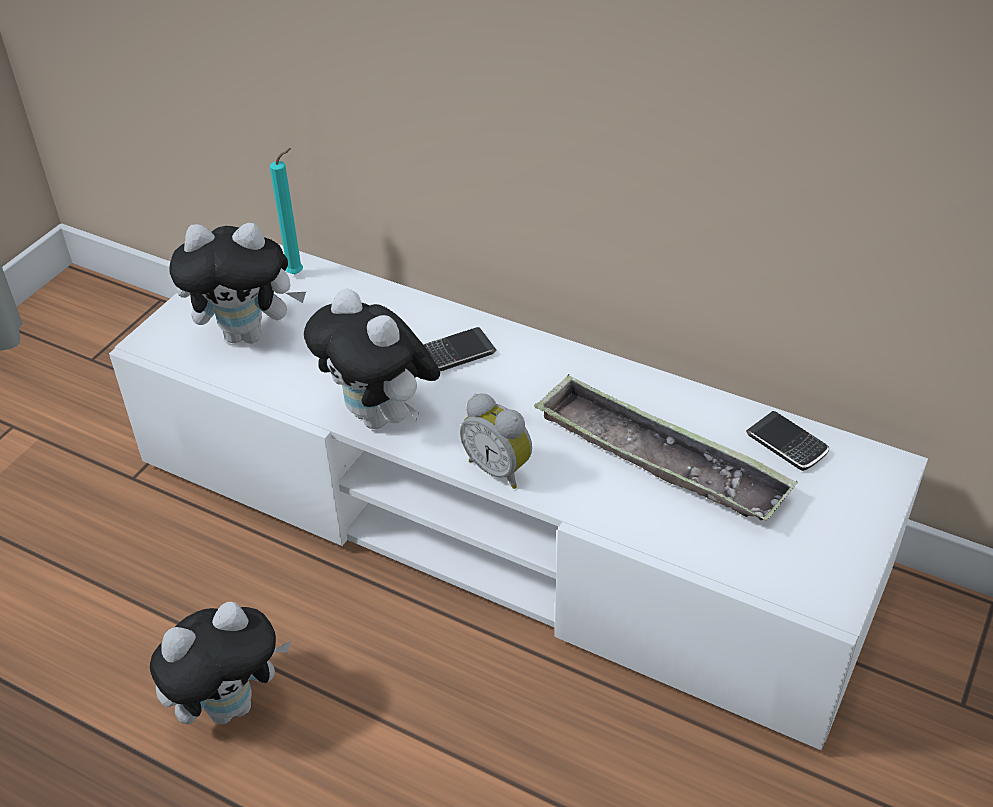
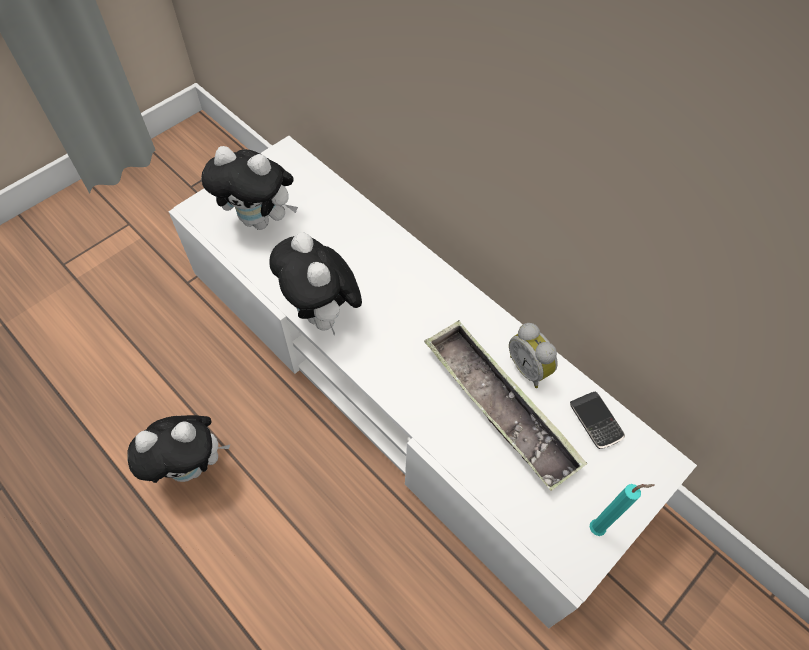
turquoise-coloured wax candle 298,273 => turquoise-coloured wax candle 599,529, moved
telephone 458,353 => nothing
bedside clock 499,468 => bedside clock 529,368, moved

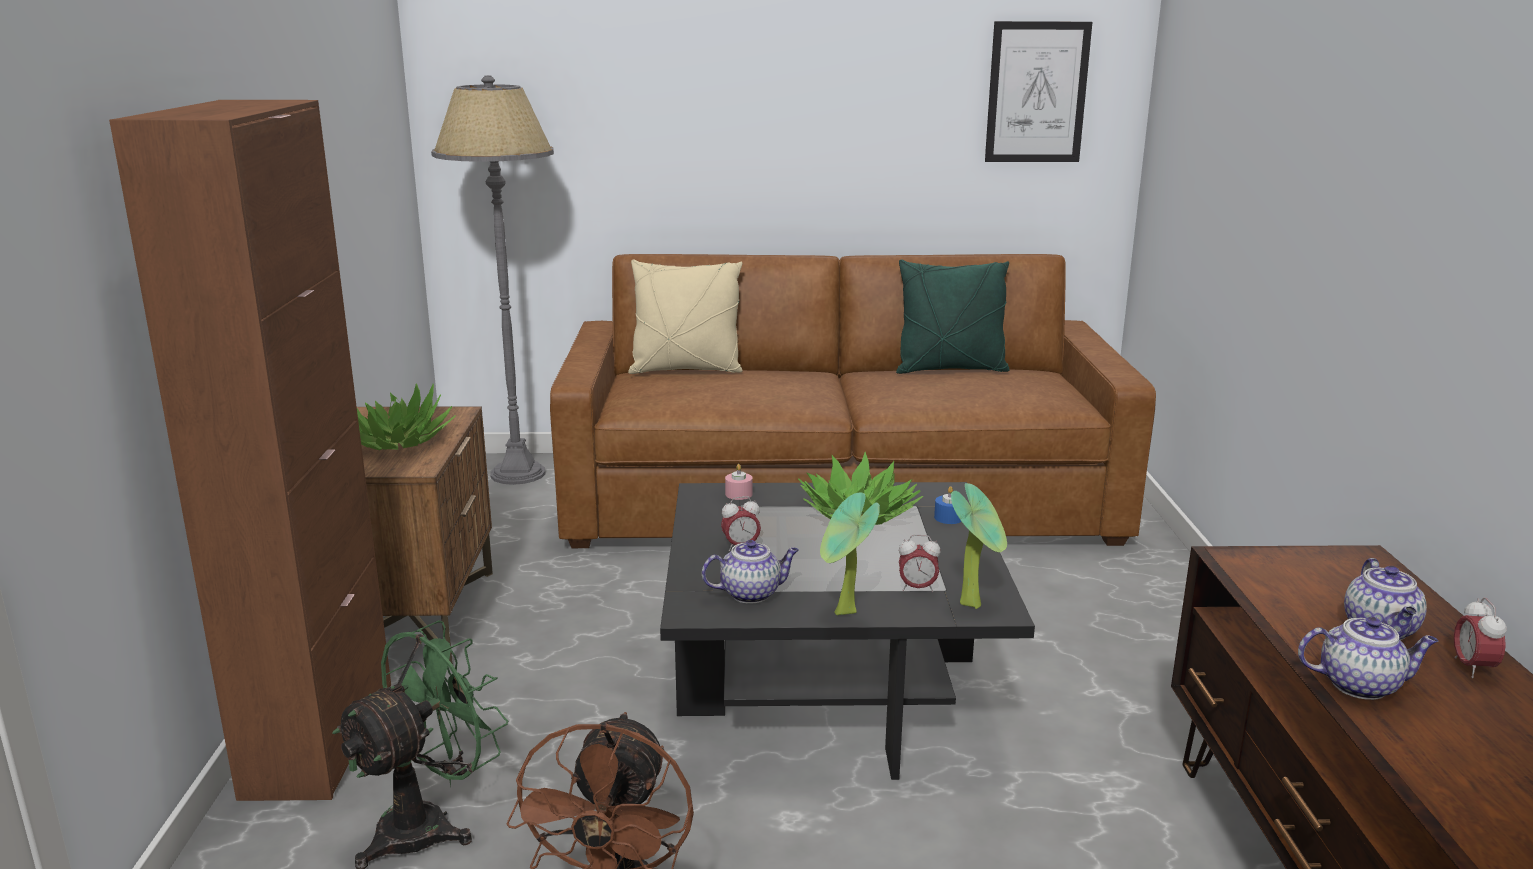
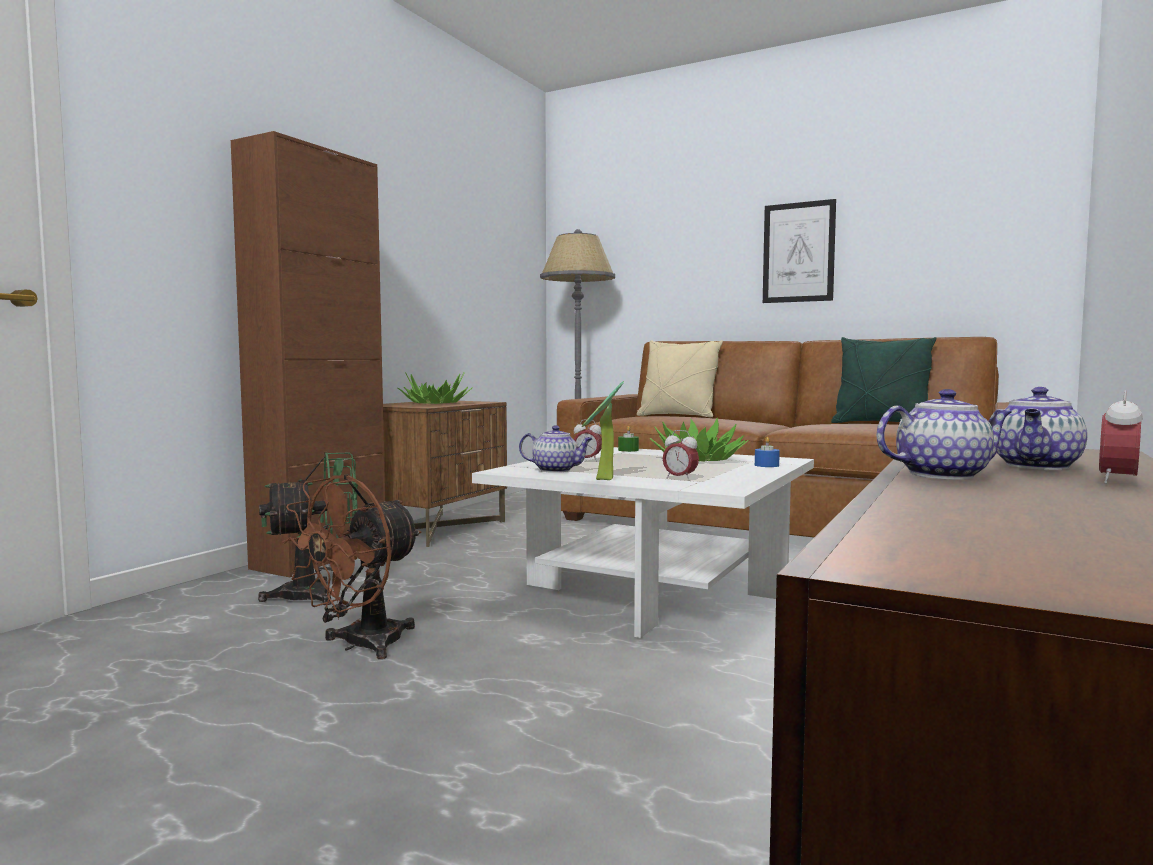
blackish lounge table 830,686 => whitish lounge table 653,591
pink wax candle 738,494 => greenish wax candle 628,450
potted plant 974,603 => nothing
wall picture 1037,92 => wall picture 798,252, moved
pot for tea 1360,685 => pot for tea 943,475, 45 degrees counterclockwise

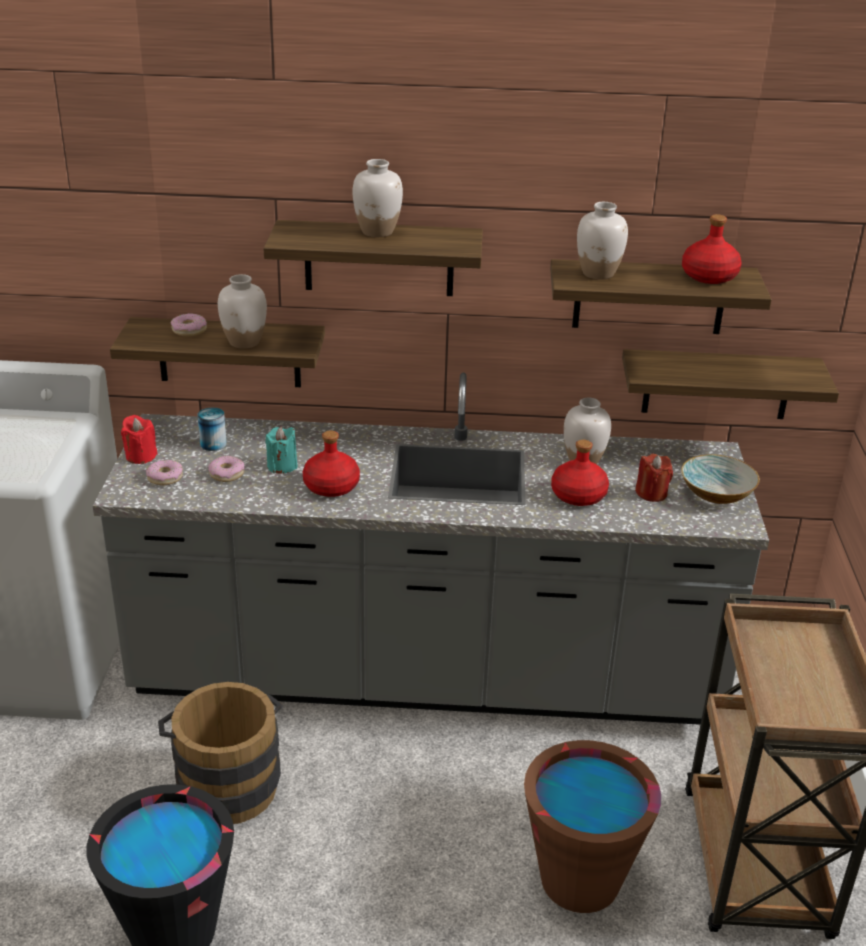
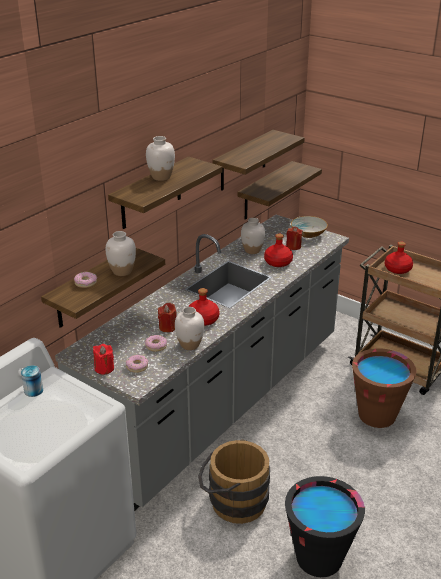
can 213,444 => can 33,390, moved
turquoise-coloured wax candle 282,466 => red wax candle 168,327
whitish flower vase 598,273 => whitish flower vase 190,345, moved
red drink bottle 708,276 => red drink bottle 397,269, moved

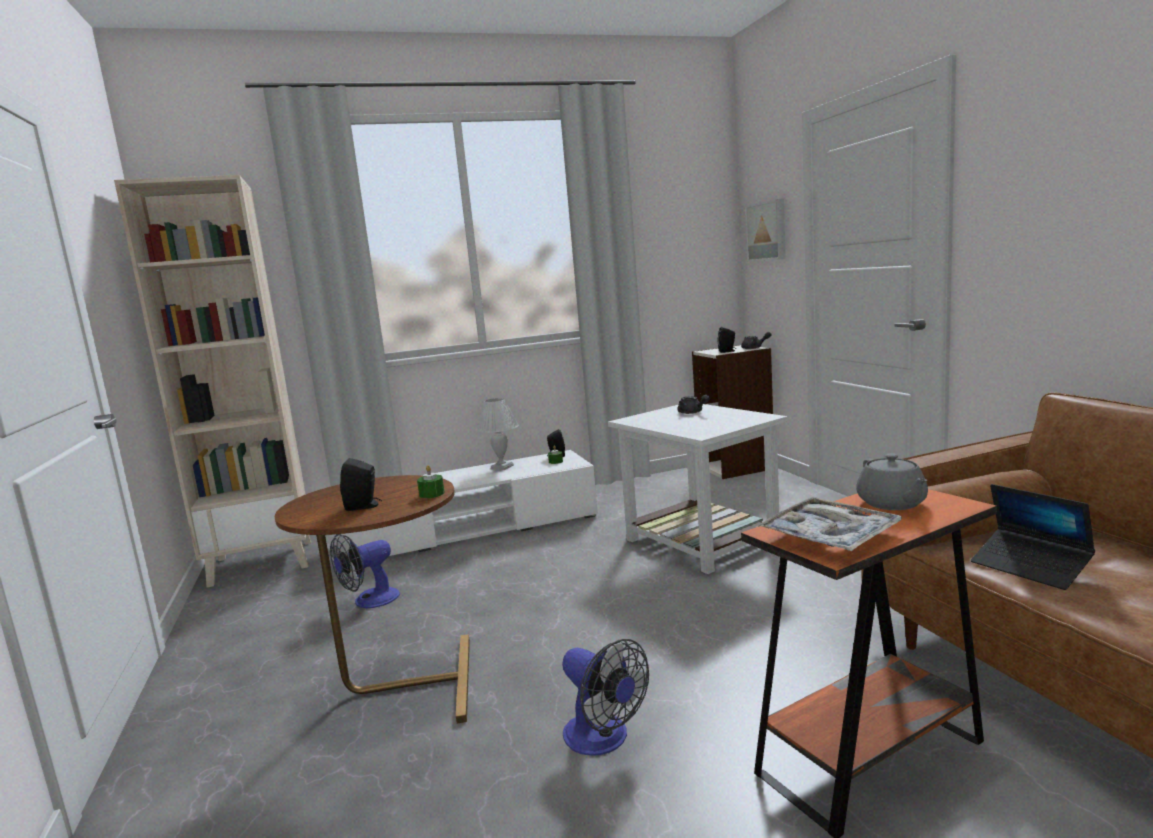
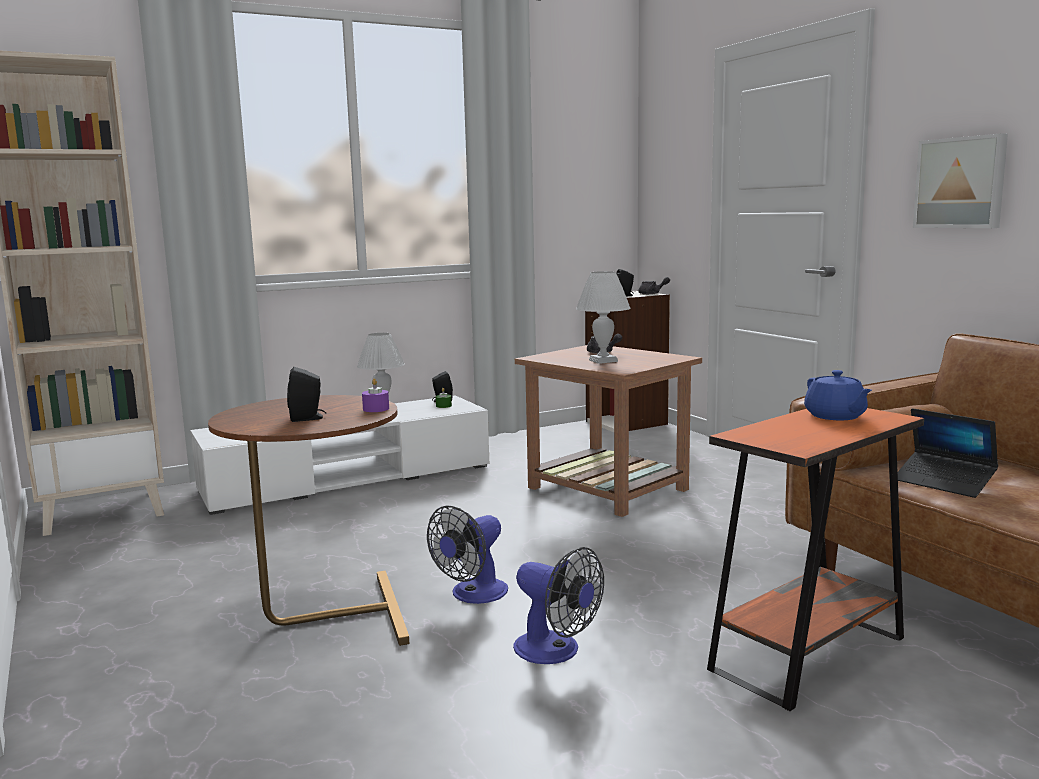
fan 369,601 => fan 473,595, moved
greenish wax candle 431,494 => purplish wax candle 376,409
whitish accent table 702,542 => brown accent table 609,489
wall picture 767,231 => wall picture 961,183, moved
carrying tray 829,536 => nothing
greyish pot for tea 892,504 => blue pot for tea 835,416
nothing => whitish tabletop lamp 603,361

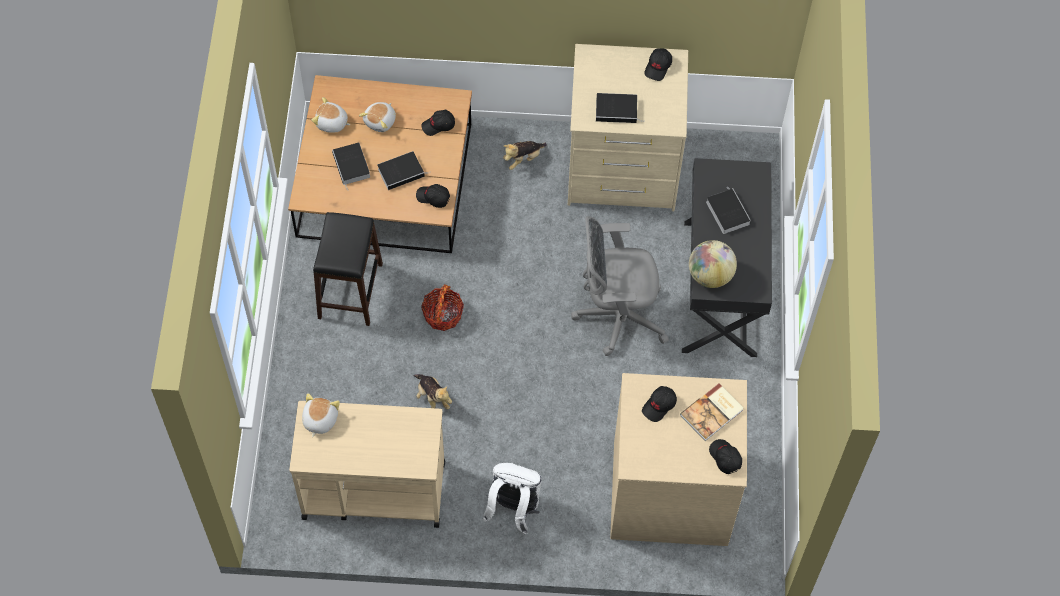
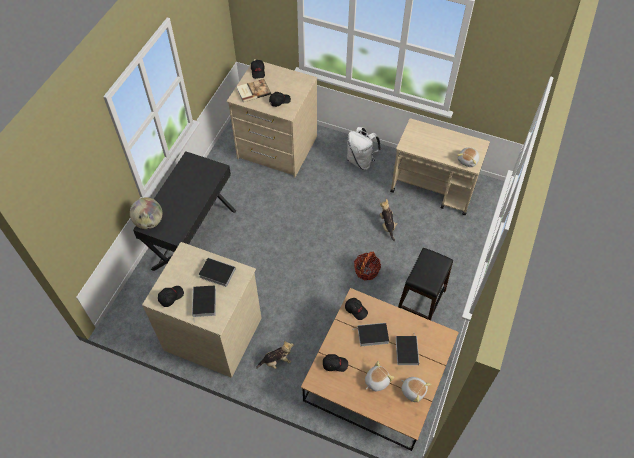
greyish desk chair 616,316 => nothing
world globe 710,275 => world globe 149,222, moved
bound book 726,212 => bound book 204,303, moved

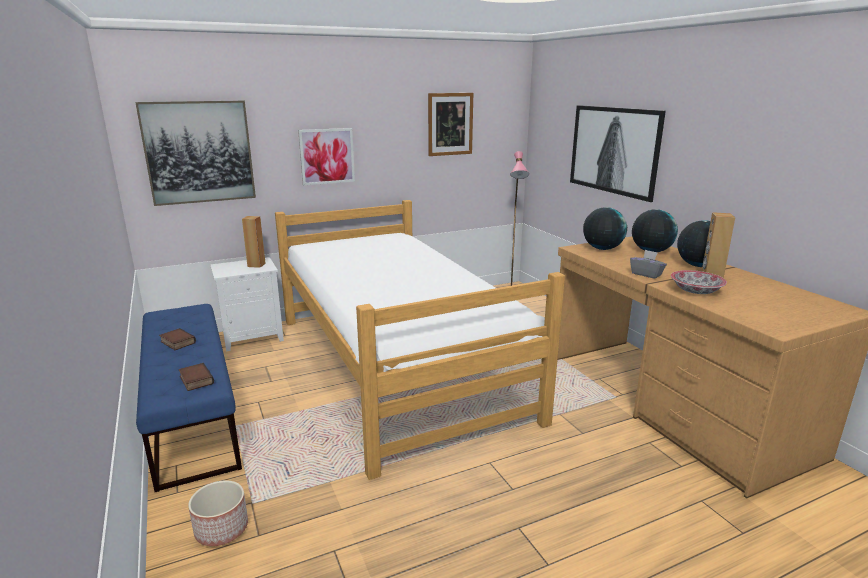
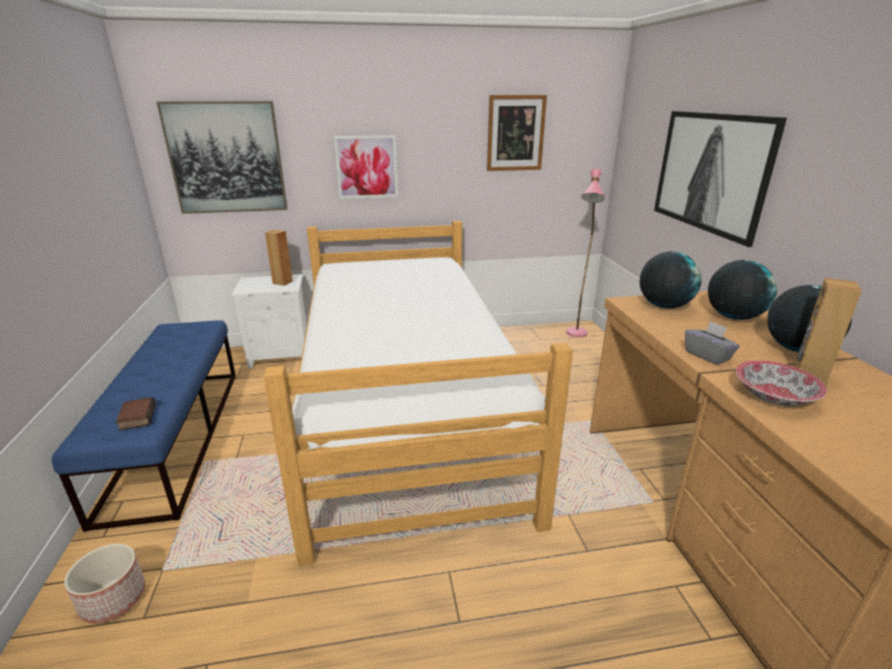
bound book 176,342 => nothing

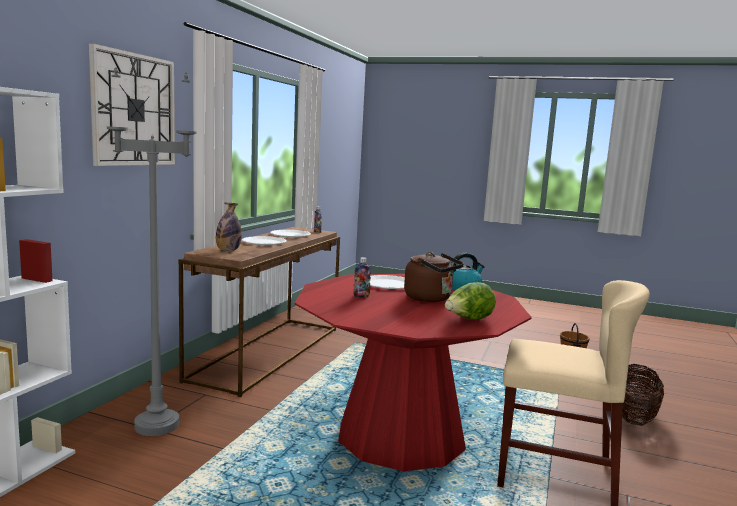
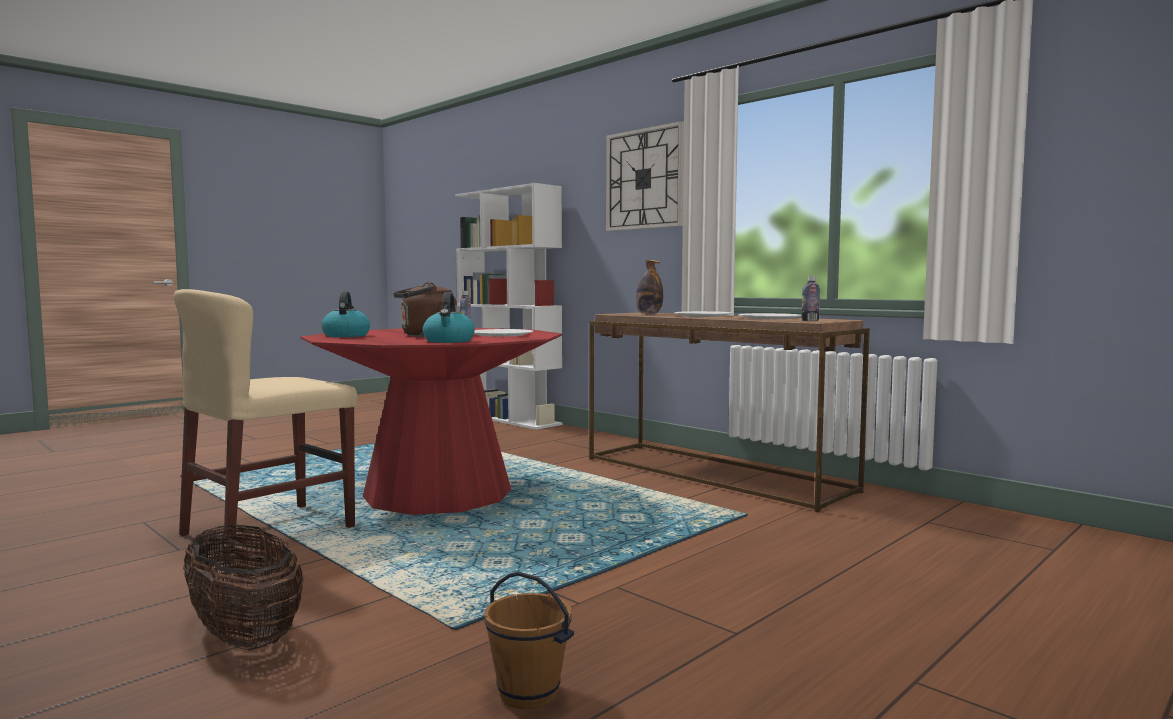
greyish standard lamp 156,425 => nothing
head of lettuce 468,320 => tea kettle 346,335

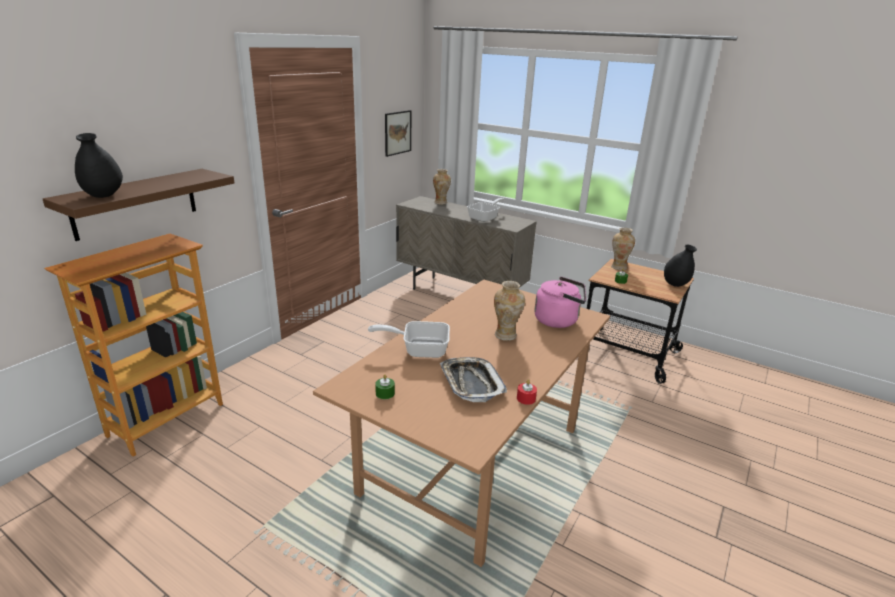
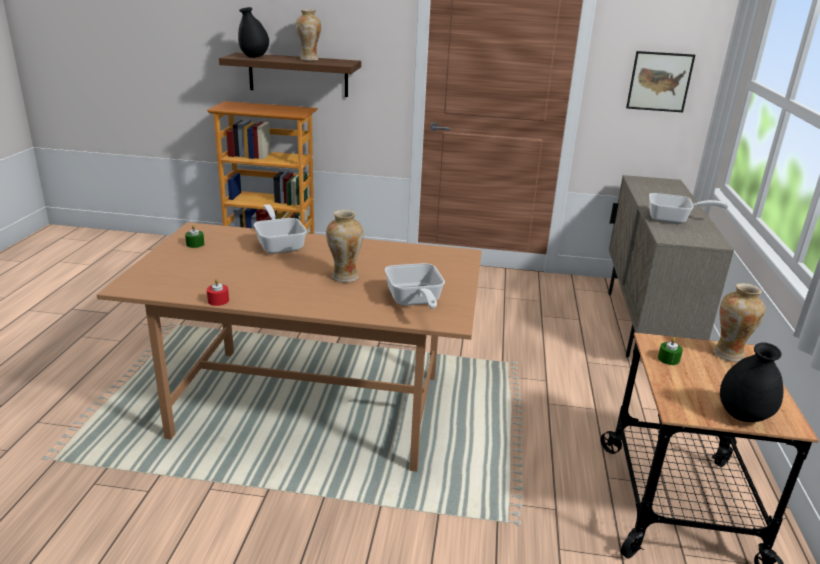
flower vase 441,203 => flower vase 309,59, moved
carrying tray 471,383 => nothing
pink tea kettle 558,320 => pan 414,302

